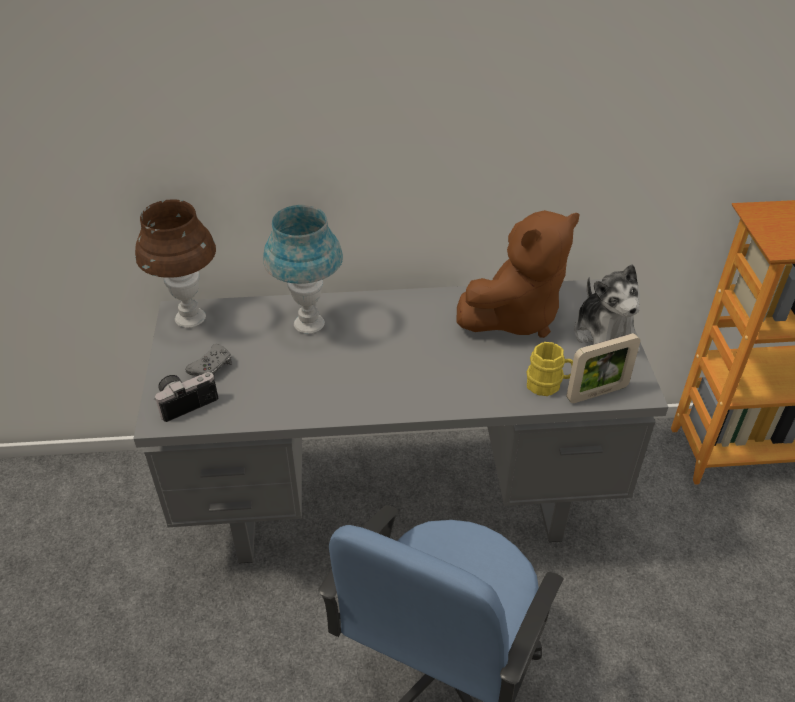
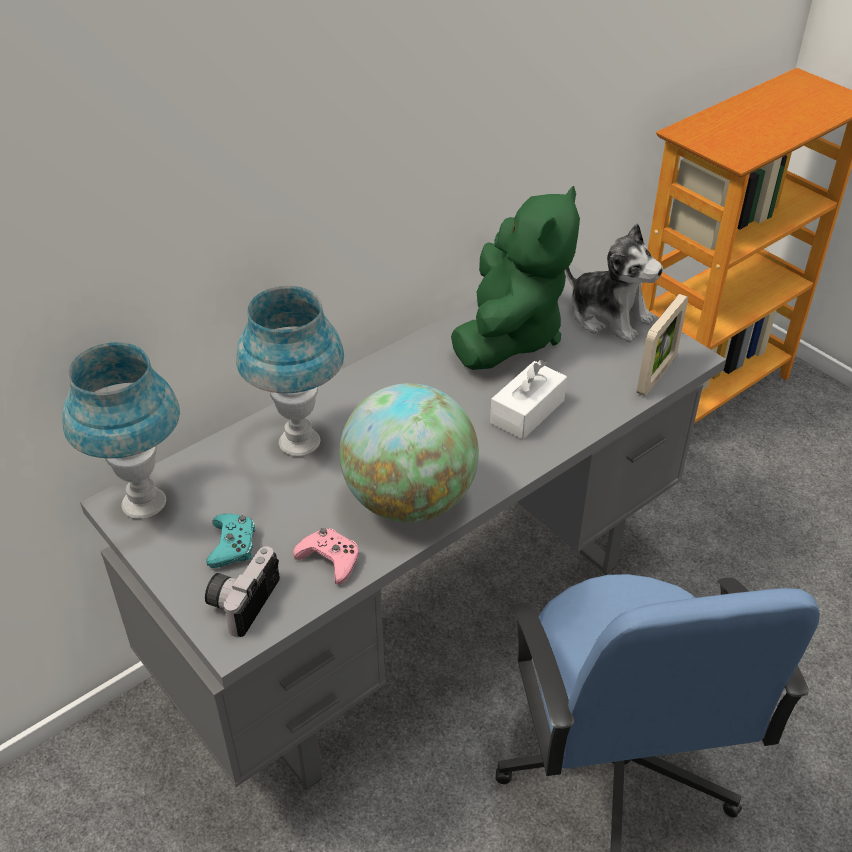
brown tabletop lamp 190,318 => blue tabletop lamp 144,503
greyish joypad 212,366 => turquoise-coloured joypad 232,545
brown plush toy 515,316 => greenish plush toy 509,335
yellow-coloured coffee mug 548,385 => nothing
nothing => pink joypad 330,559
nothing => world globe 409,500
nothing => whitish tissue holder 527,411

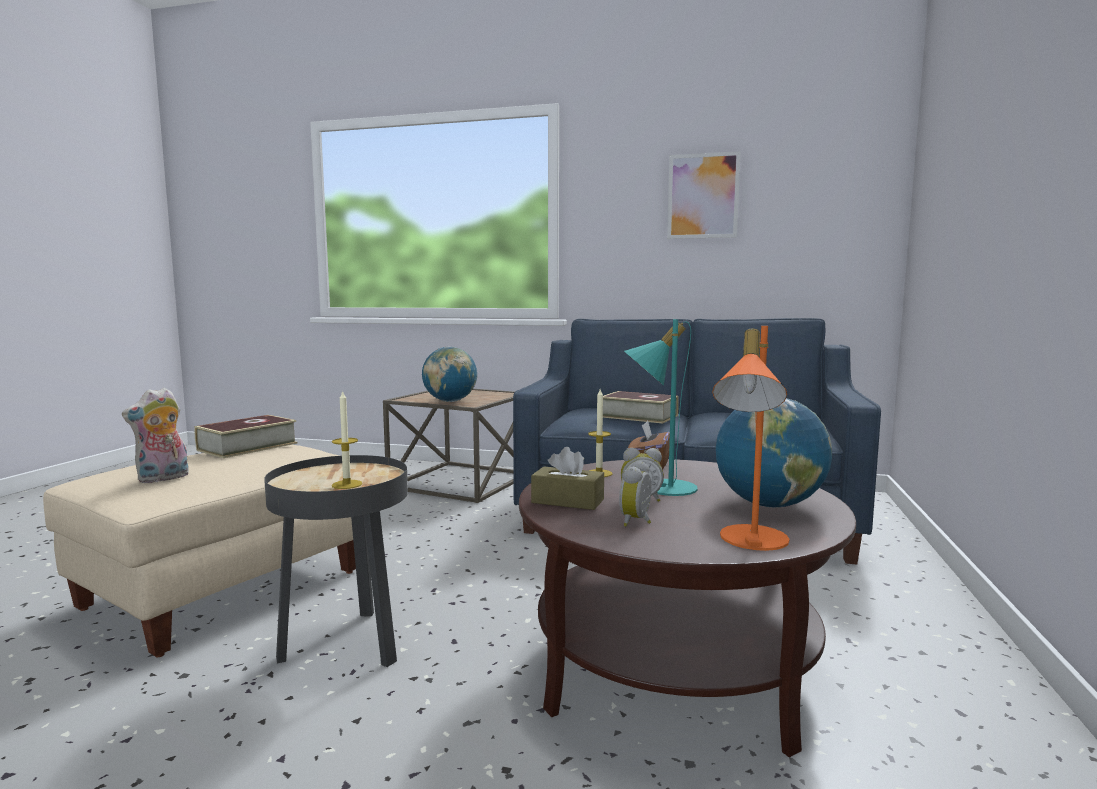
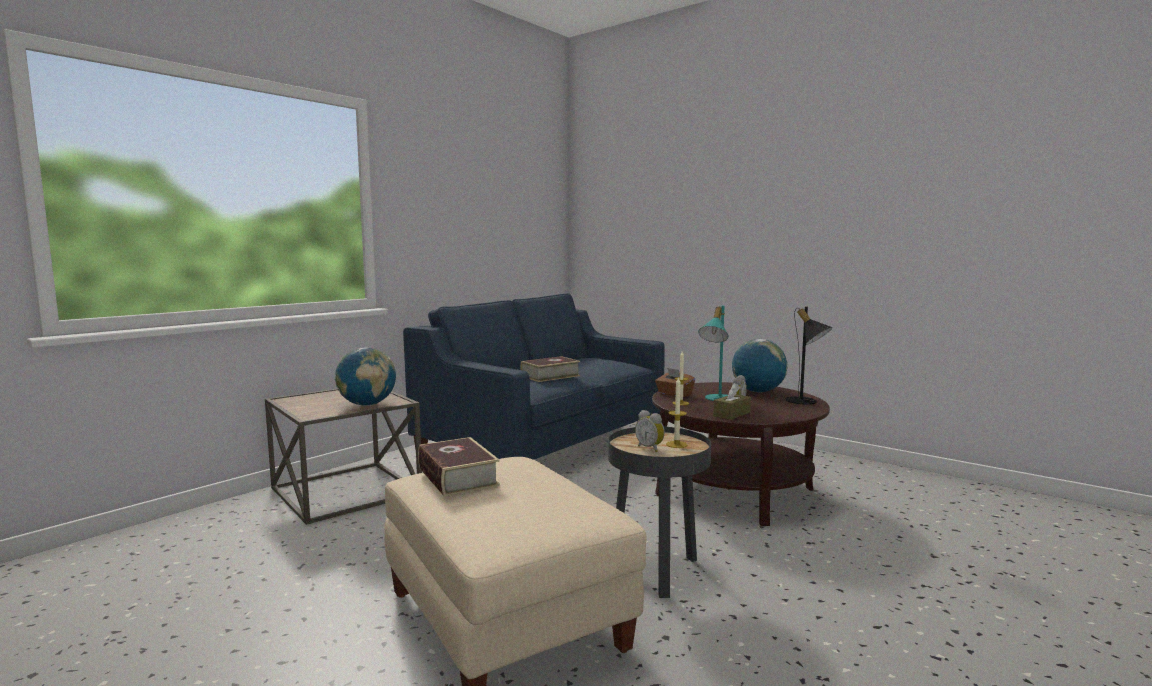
plush toy 163,479 => nothing
bedside clock 638,522 => bedside clock 650,448, moved
wall picture 703,196 => nothing
orange tabletop lamp 749,542 => blackish tabletop lamp 806,402

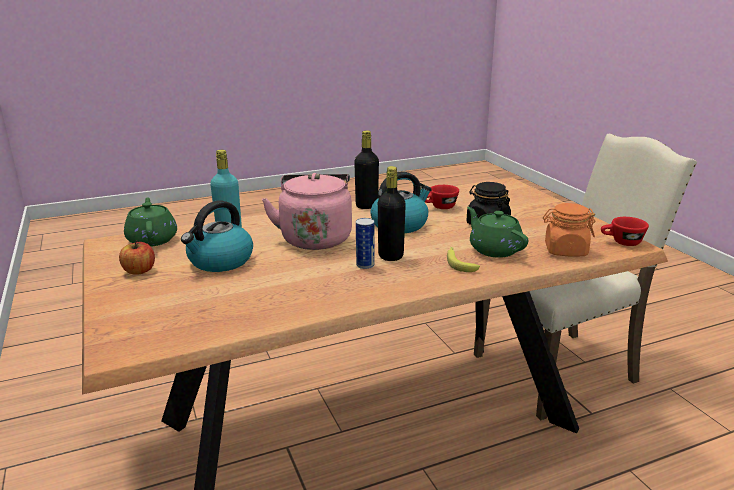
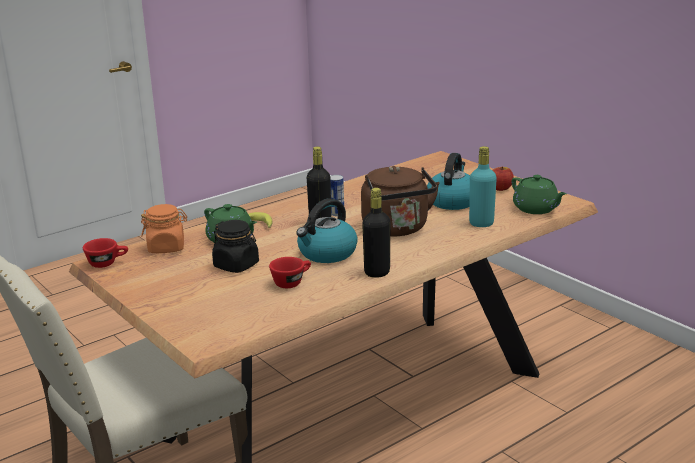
pink tea kettle 315,238 => brown tea kettle 397,229

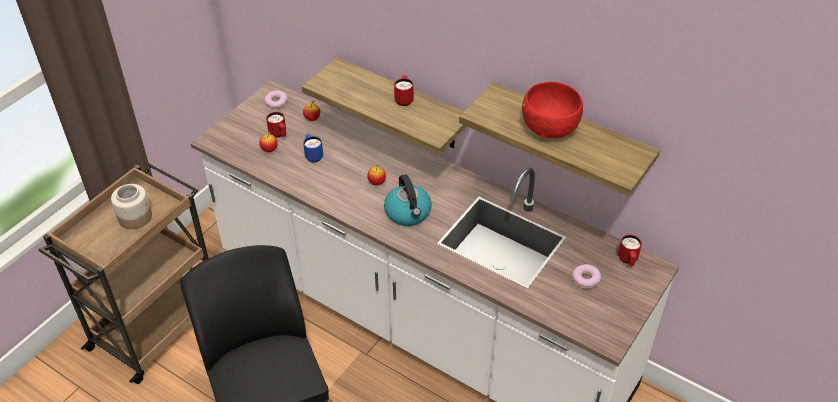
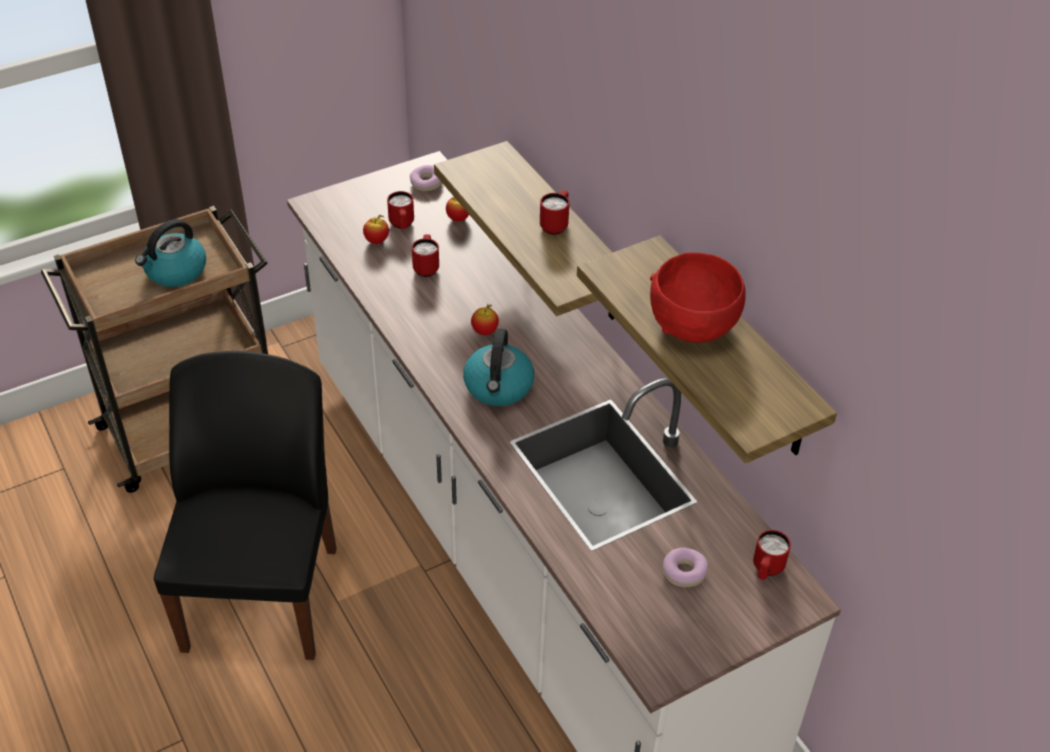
storage jar 135,217 => tea kettle 175,271
blue coffee mug 313,155 => red coffee mug 426,267

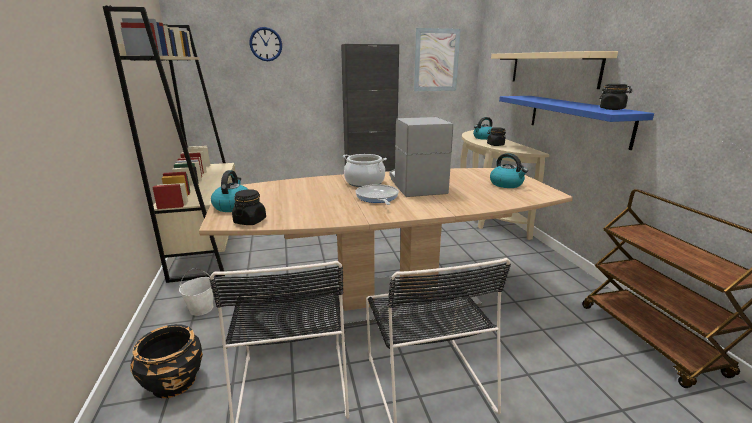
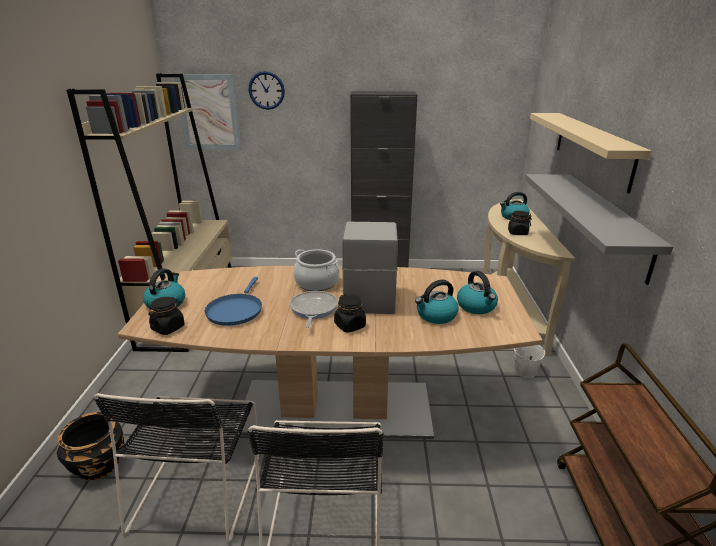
whitish pail 201,308 => whitish pail 525,371, moved
wall picture 436,60 => wall picture 209,112, moved
blue shelf 577,119 => greyish shelf 606,223
blackish storage jar 612,109 => blackish storage jar 350,325, moved
nothing => blue pan 236,310
nothing => tea kettle 436,315

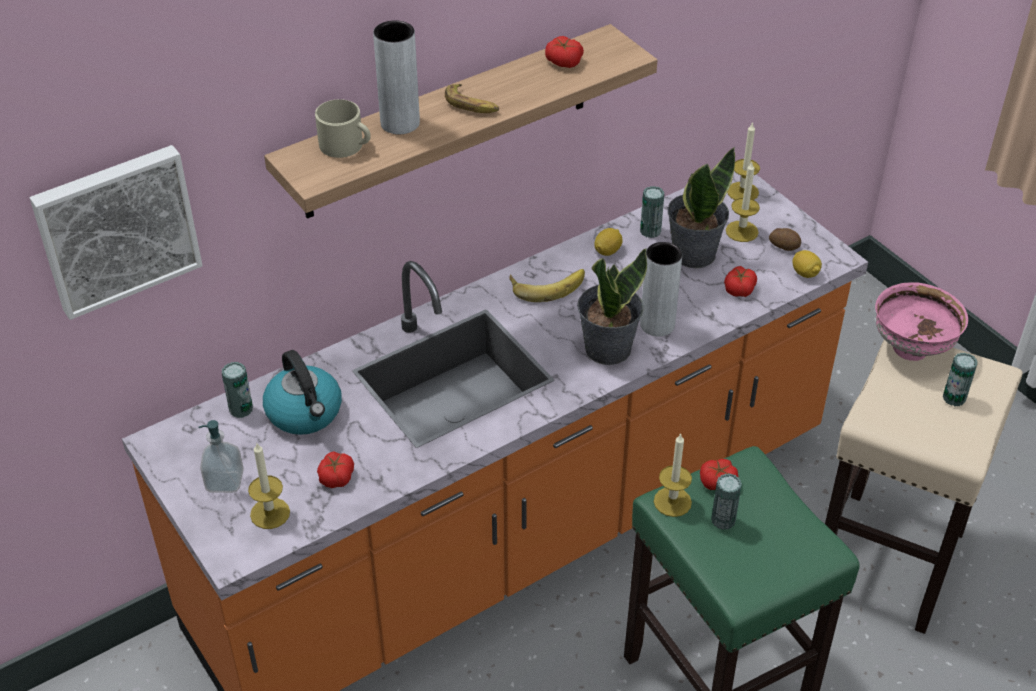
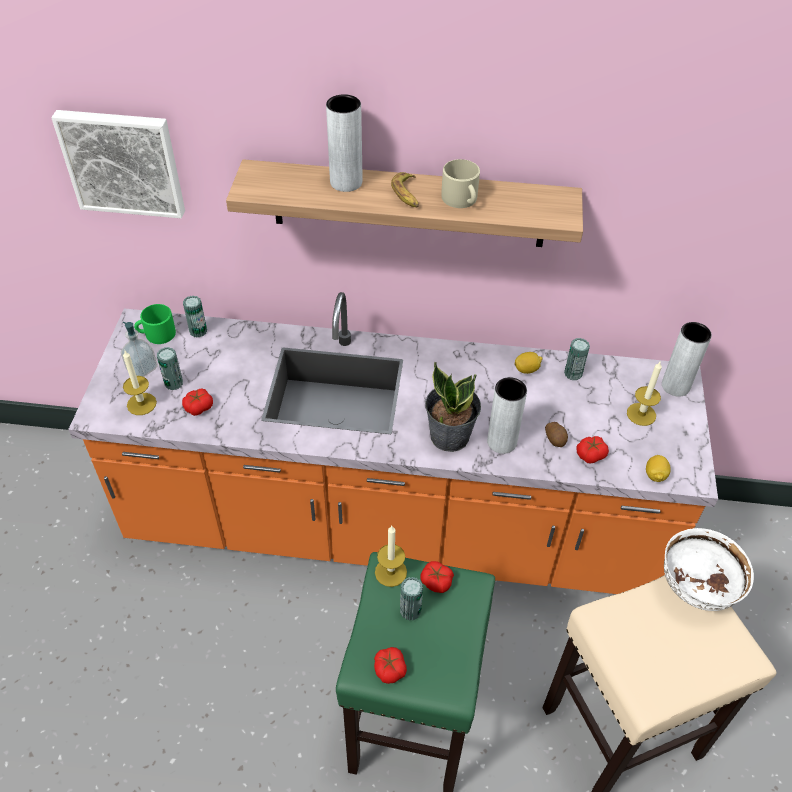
tea kettle 305,413 => nothing
beige coffee mug 346,146 => beige coffee mug 461,200, moved
banana fruit 547,284 => nothing
whole tomato 563,61 => whole tomato 389,669, moved
potted plant 693,253 => nothing
wax candle 742,192 => greyish flower vase 675,386
whole potato 784,246 => whole potato 555,439, moved
pink serving bowl 911,347 => whitish serving bowl 695,588
can 954,398 => can 173,383, moved
nothing => greenish coffee mug 156,334

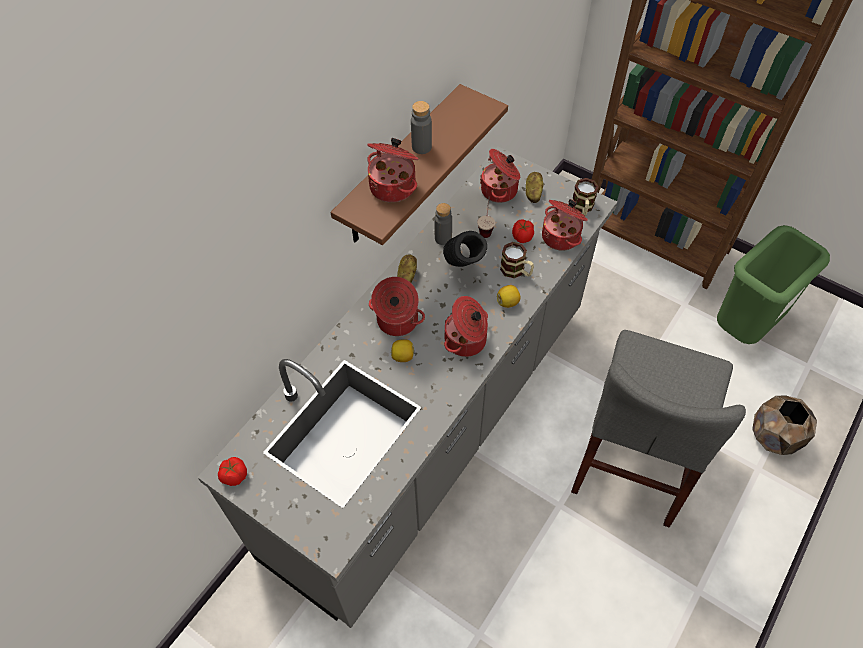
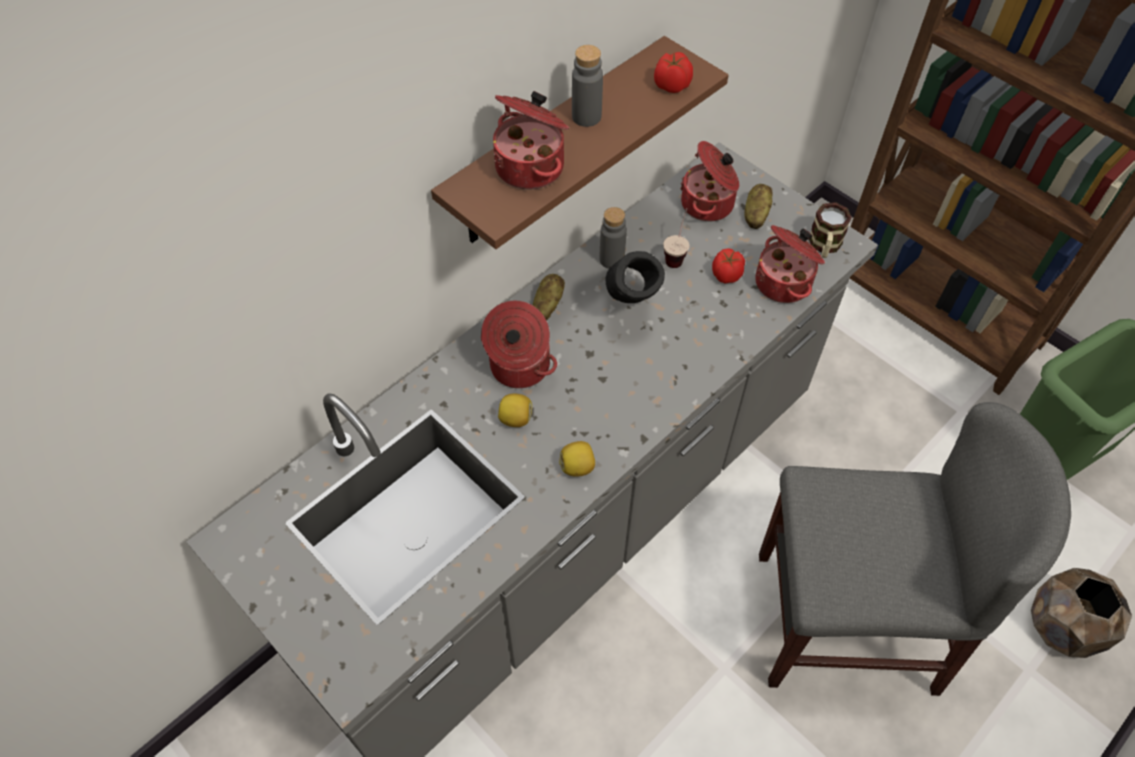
whole tomato 234,476 => whole tomato 671,85, moved
saucepot 466,341 => nothing
whole lemon 508,302 => whole lemon 578,467, moved
coffee mug 516,271 => nothing
greyish chair 633,459 => greyish chair 844,621, 120 degrees counterclockwise

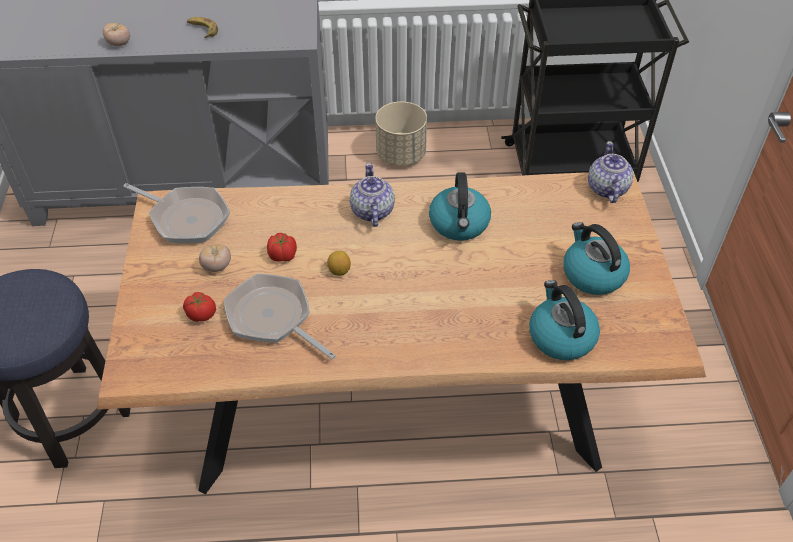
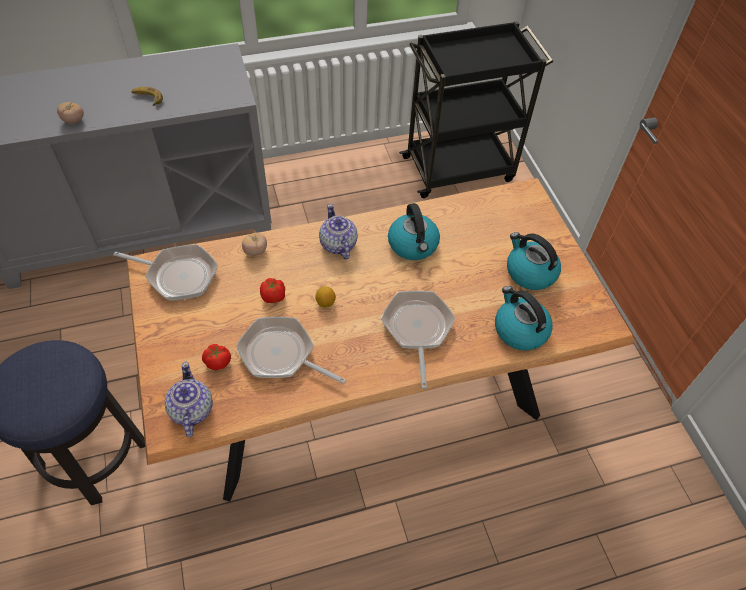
whole tomato 217,266 => whole tomato 255,251, moved
beige flower pot 401,154 => nothing
pot for tea 607,189 => pot for tea 191,411, moved
nothing => pan 417,330

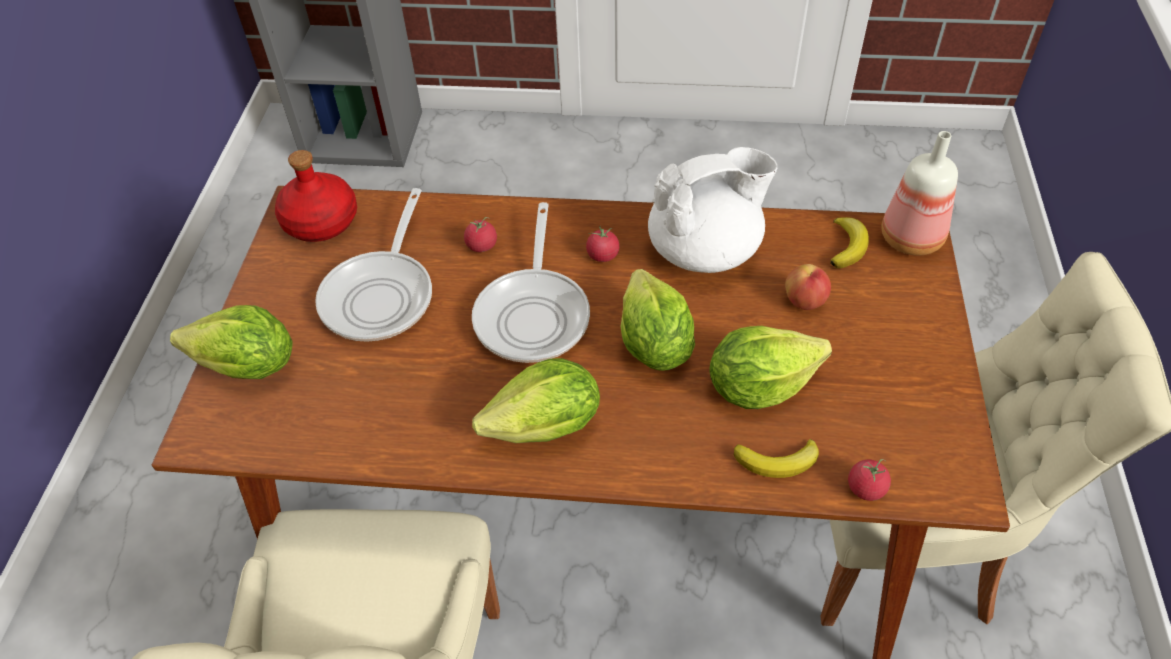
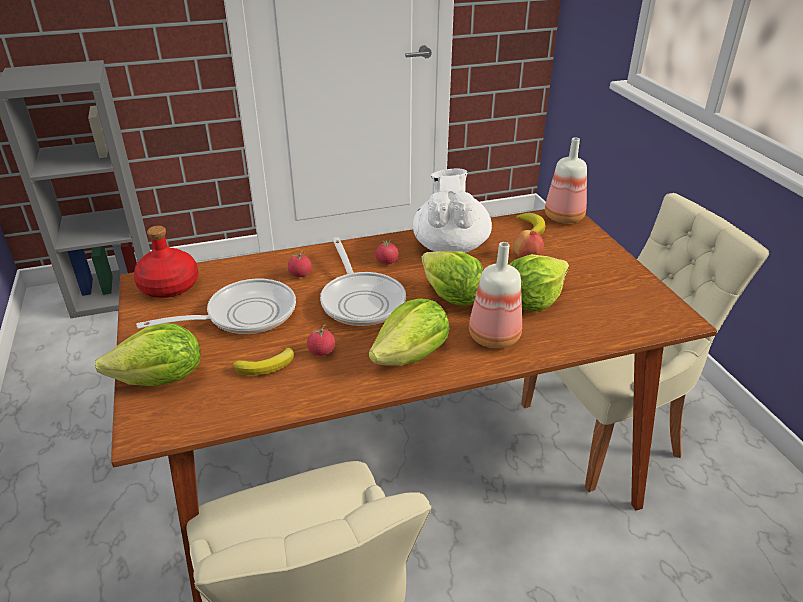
pan 382,295 => pan 243,315, 105 degrees counterclockwise
whitish pot for tea 706,251 => whitish pot for tea 450,246, 45 degrees counterclockwise
banana fruit 778,461 => banana fruit 267,366, moved
whole tomato 866,488 => whole tomato 321,351, moved
nothing => drink bottle 493,338

